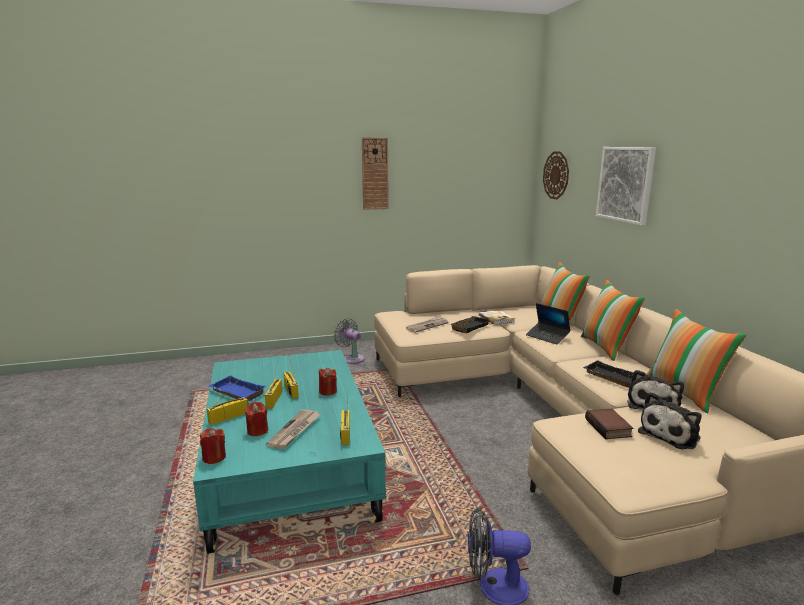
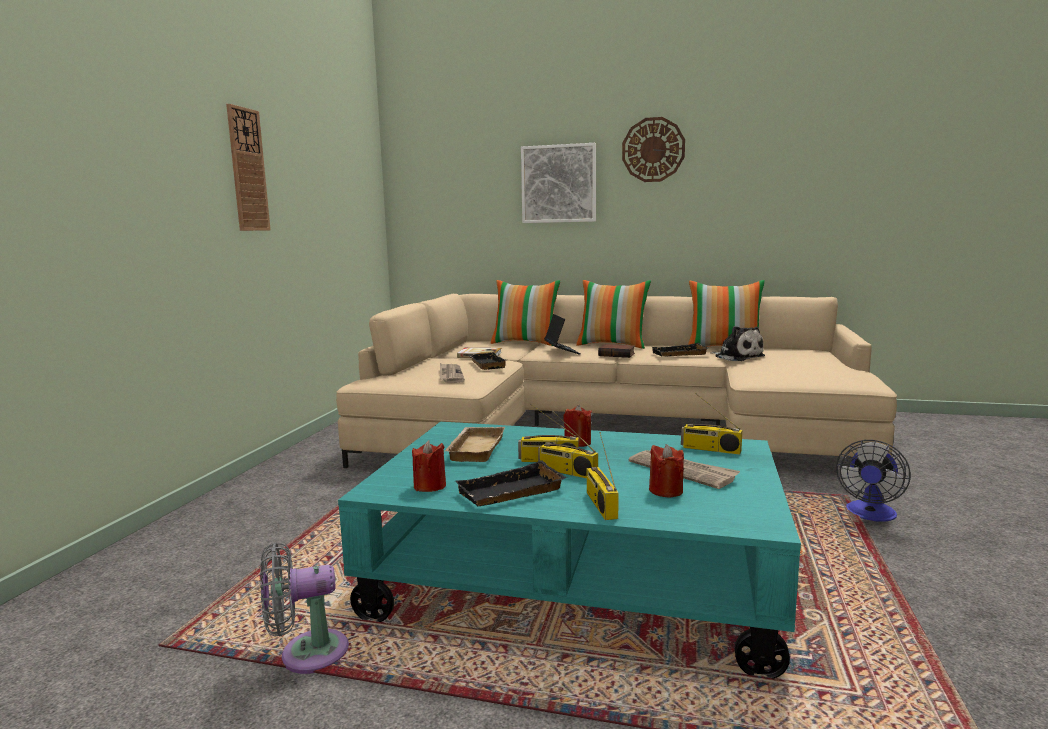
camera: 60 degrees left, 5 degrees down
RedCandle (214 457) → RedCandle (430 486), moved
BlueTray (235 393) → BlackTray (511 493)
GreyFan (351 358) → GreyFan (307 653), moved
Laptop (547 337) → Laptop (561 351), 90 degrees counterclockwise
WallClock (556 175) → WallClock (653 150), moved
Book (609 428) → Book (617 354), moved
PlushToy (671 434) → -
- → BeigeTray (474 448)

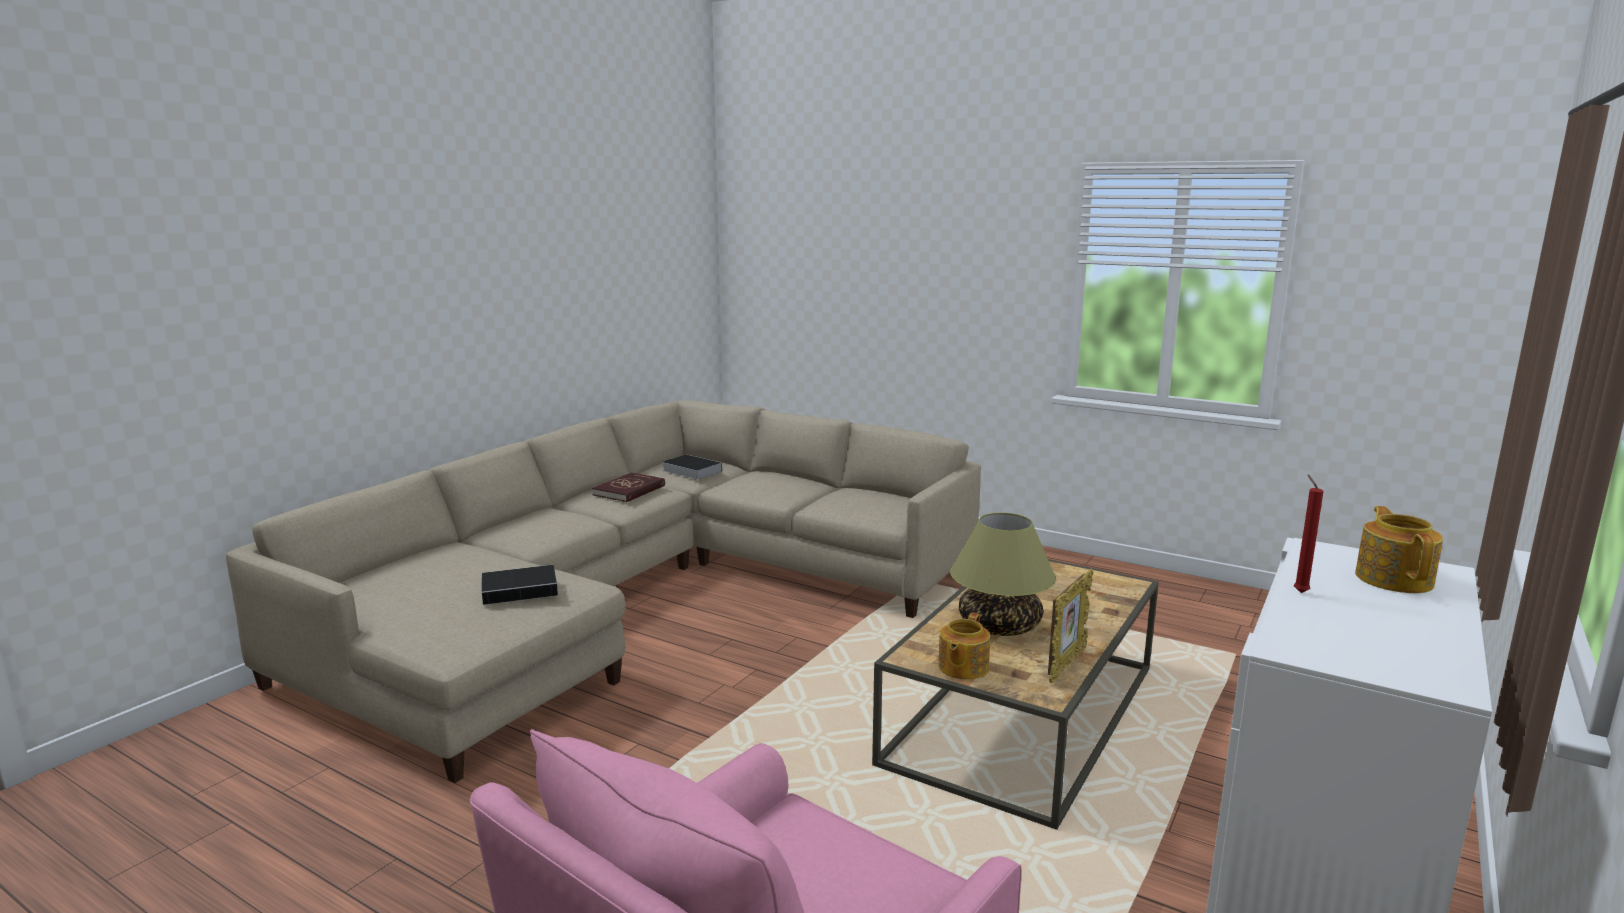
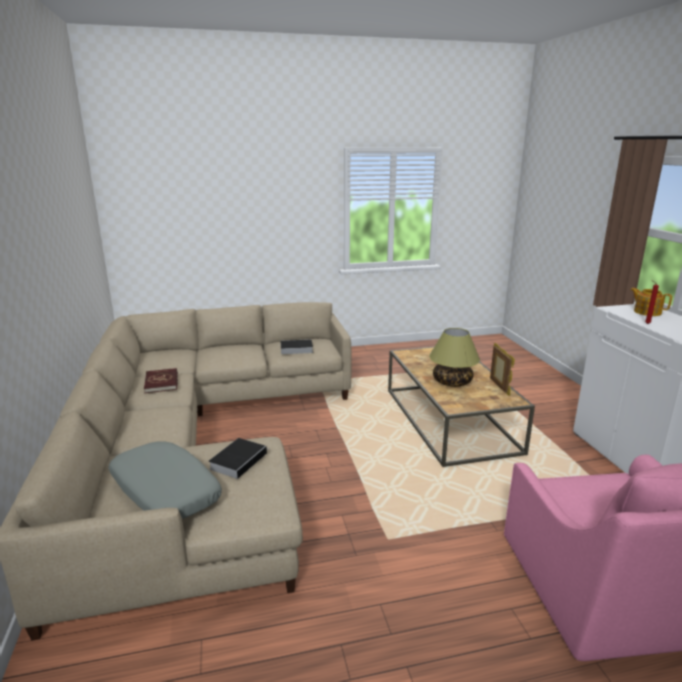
camera: 45 degrees left, 5 degrees up
Book (690 470) → Book (295 349), moved
Teapot (962 667) → -
- → GreyPillow (164 491)

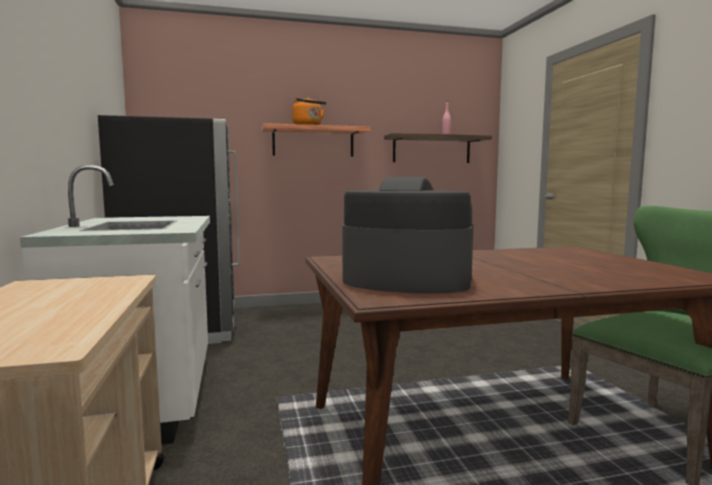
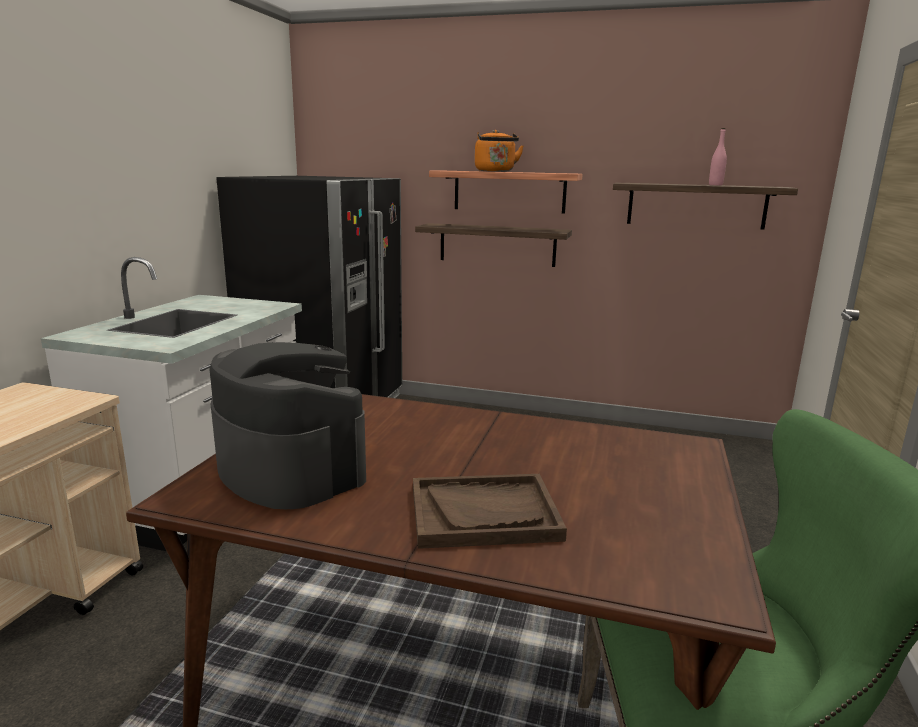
camera: 30 degrees right, 10 degrees up
- → BrownTray (484 513)
- → Shelf (497 244)

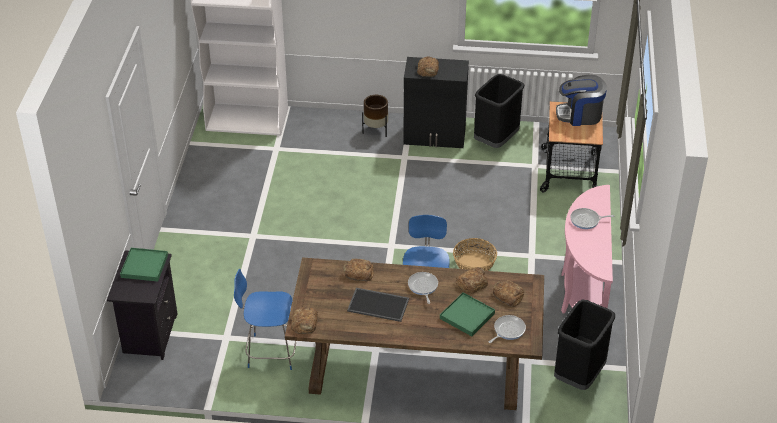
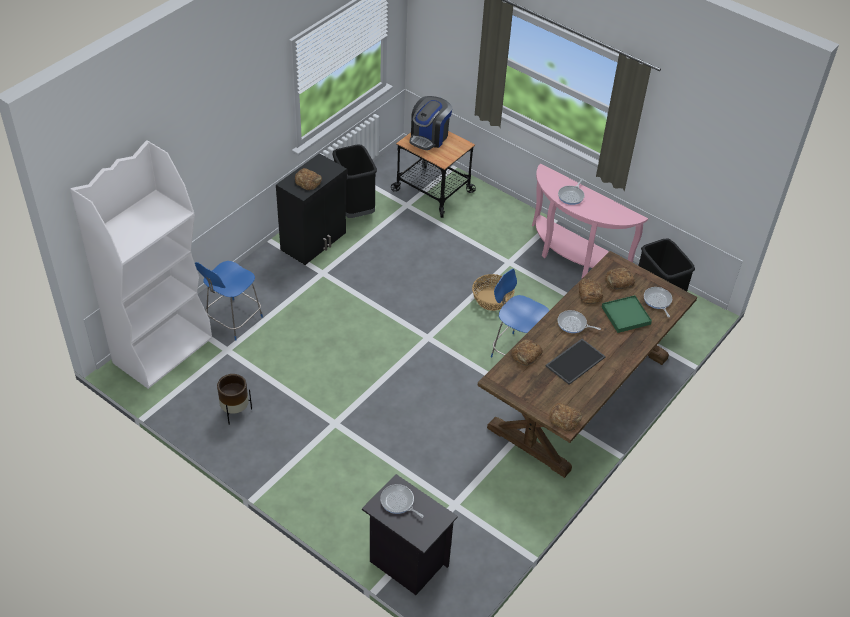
camera: 60 degrees left, 5 degrees up
GreenTray (144 266) → FryingPan (398 502)
BlueChair (270 352) → BlueChair (232 320), moved
BrownPlanter (376 130) → BrownPlanter (235 411), moved

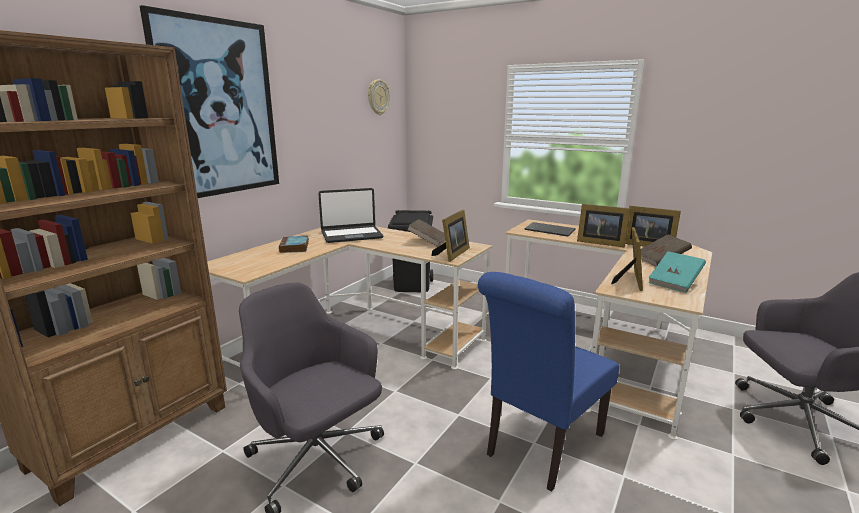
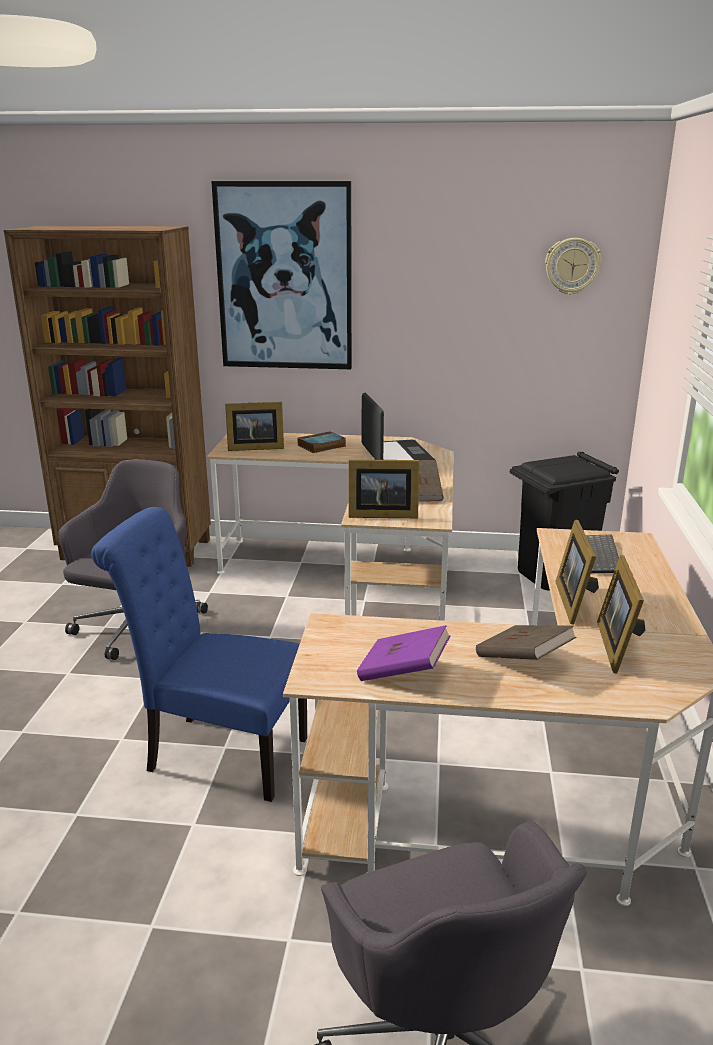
camera: 65 degrees right, 5 degrees up
Laptop (351 235) → Laptop (396 455), 150 degrees counterclockwise
PictureFrame (630 280) → PictureFrame (254 447), moved
TurquoiseBook (675 283) → PurpleBook (403 672)

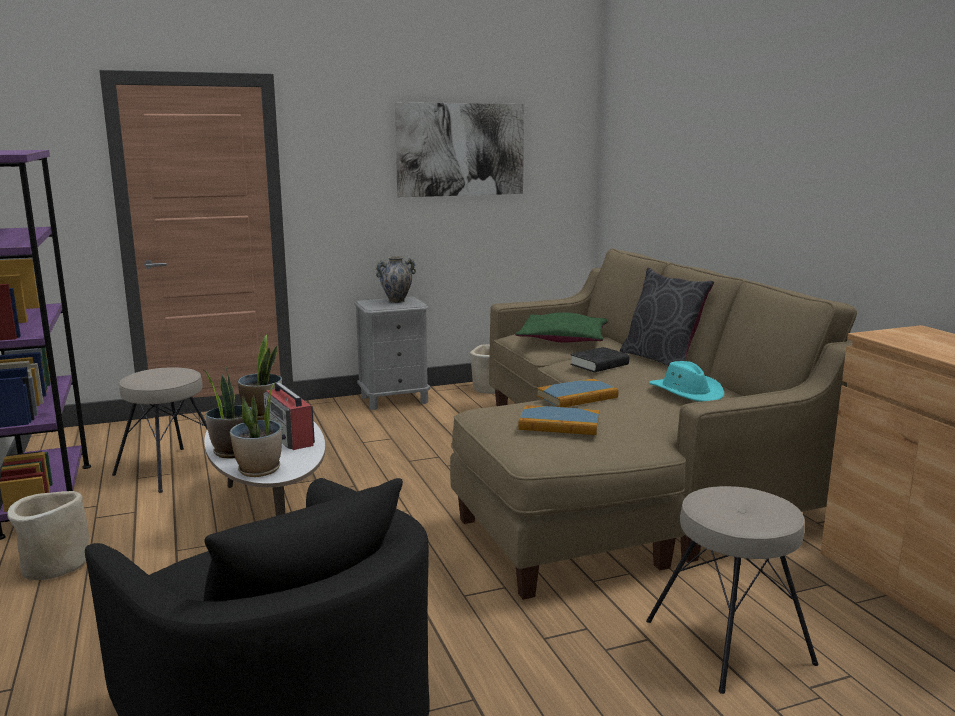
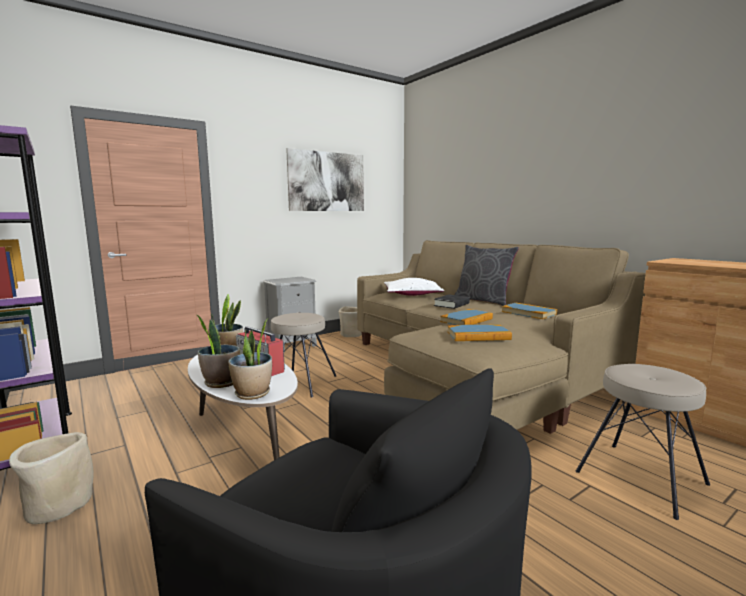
camera: 15 degrees left, 5 degrees down
BeigeStool (170 469) → BeigeStool (300 383), moved
Vase (396 301) → -
GreenPillow (563 339) → WhitePillow (412 294)
TurquoiseHat (686 392) → Book (528 313)

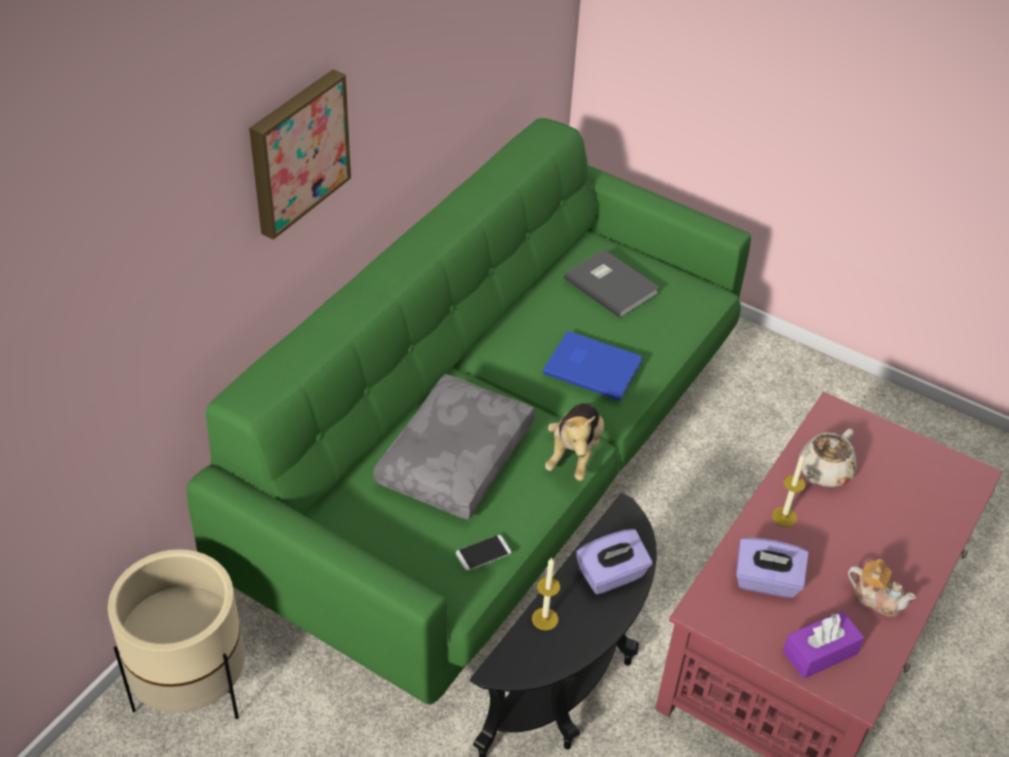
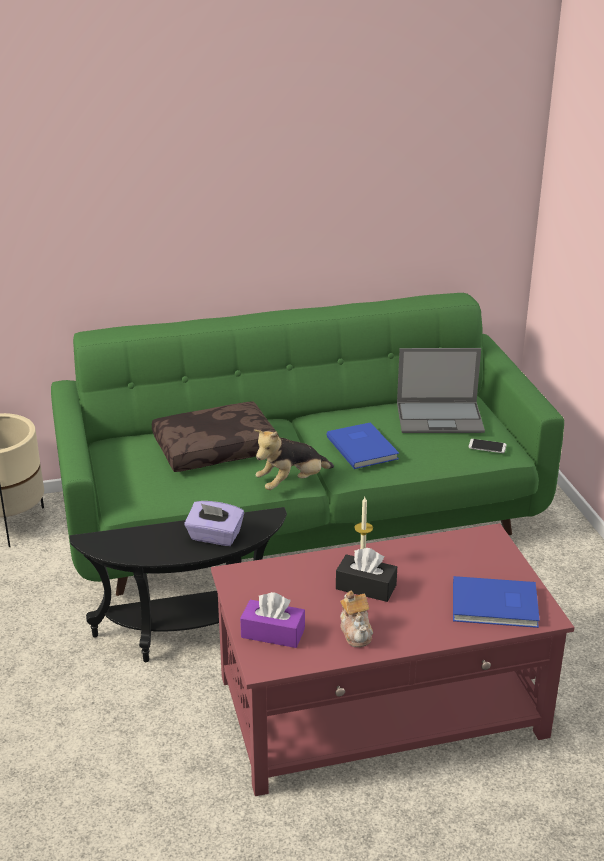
camera: 45 degrees right, 15 degrees down
Picture (296 151) → -
GreyPillow (454 456) → BrownPillow (216 448)
Phone (483 553) → Phone (487 446), moved
Candle (545 619) → -
GreyBook (611 284) → Laptop (440 417)
PurpleTissueBox (766 581) → -
BeigeTeapot (823 472) → -
- → BlackTissueBox (366 587)
- → BlueBook (496 606)

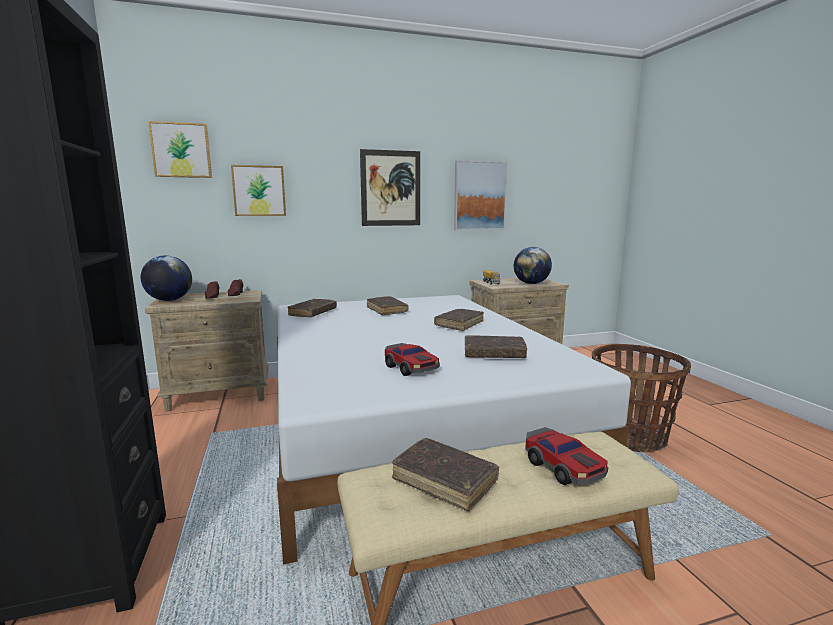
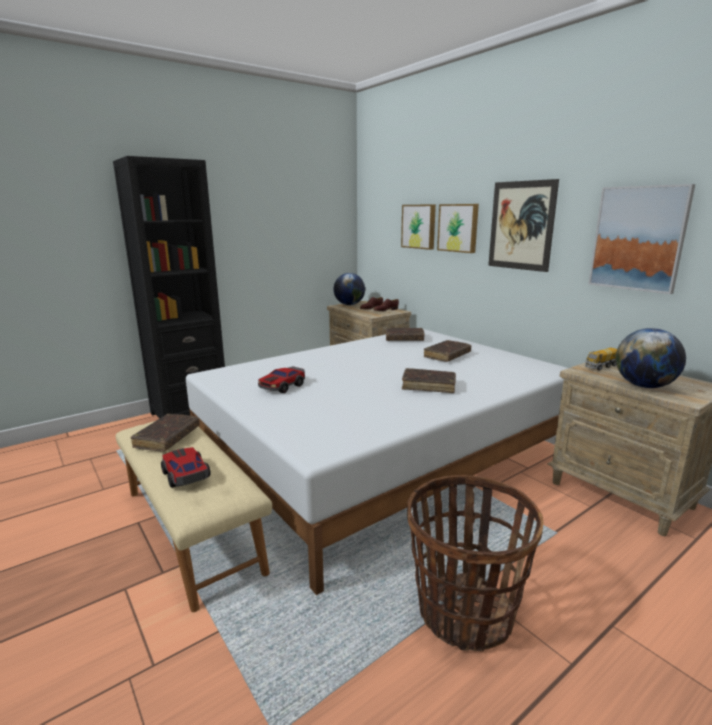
camera: 70 degrees right, 5 degrees up
Picture (181 150) → Picture (458 228), moved
BrownBook (494 354) → -
ToyCar (563 467) → ToyCar (186 475), 105 degrees clockwise

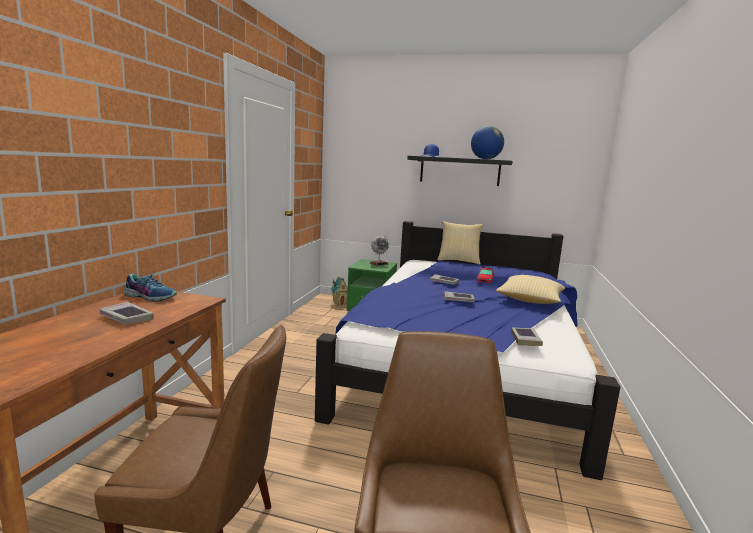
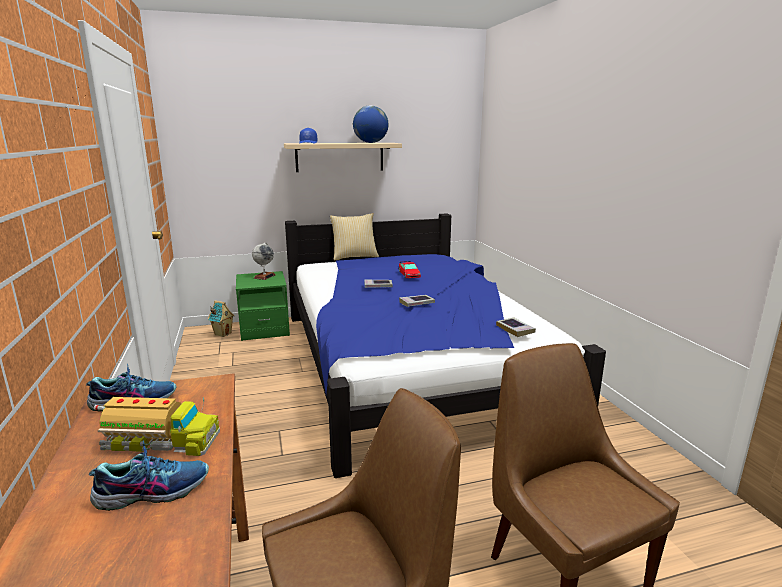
camera: 30 degrees left, 5 degrees up
Book (126 317) → ToyTruck (160 441)
BlackShelf (459 171) → BeigeShelf (340 157)
Pillow (529 301) → -
- → Shoe (153 491)

